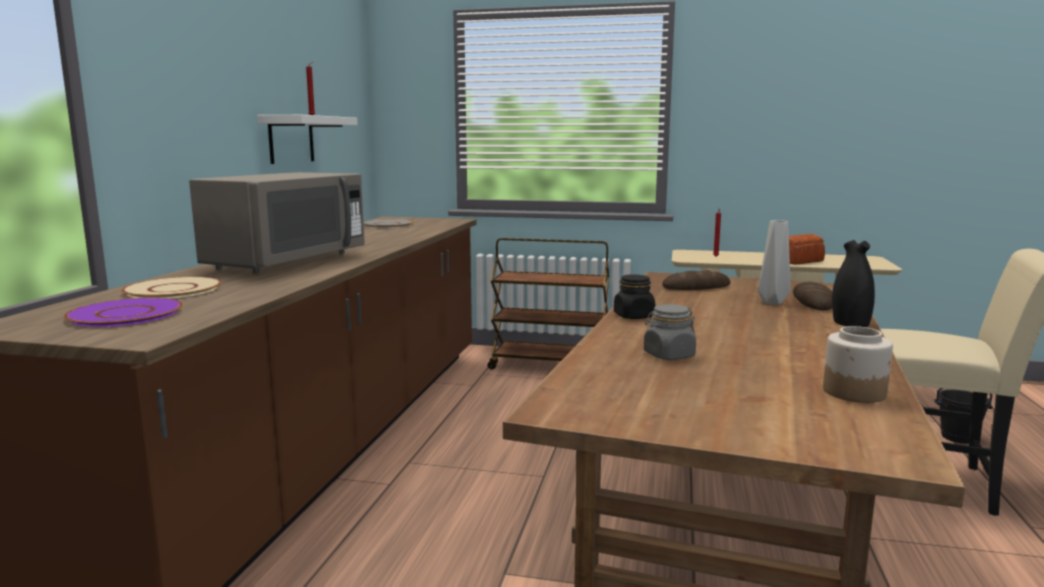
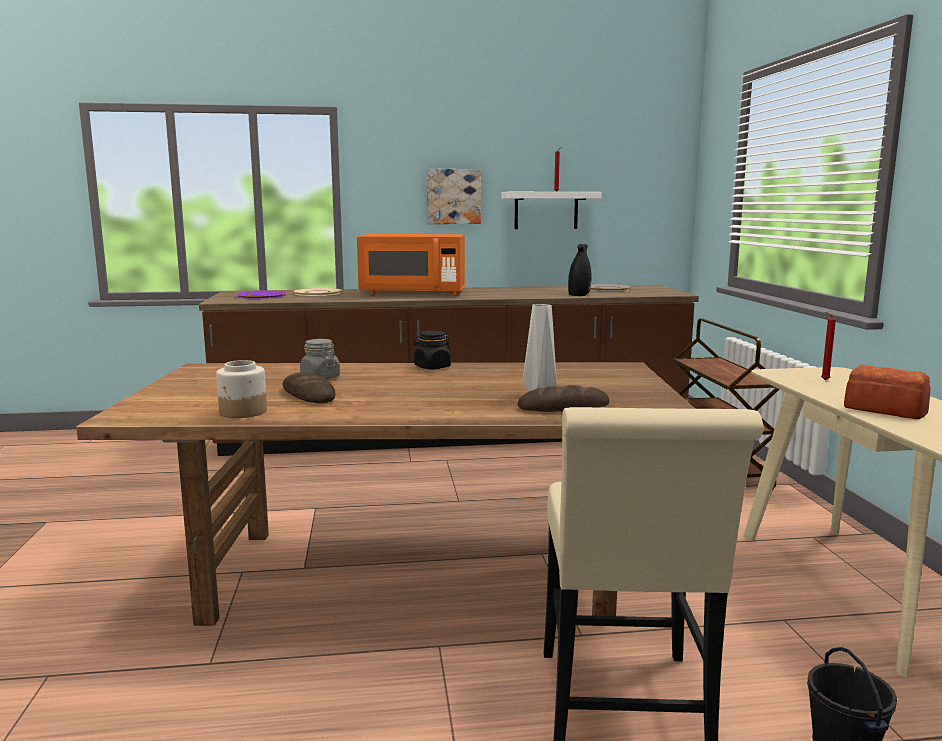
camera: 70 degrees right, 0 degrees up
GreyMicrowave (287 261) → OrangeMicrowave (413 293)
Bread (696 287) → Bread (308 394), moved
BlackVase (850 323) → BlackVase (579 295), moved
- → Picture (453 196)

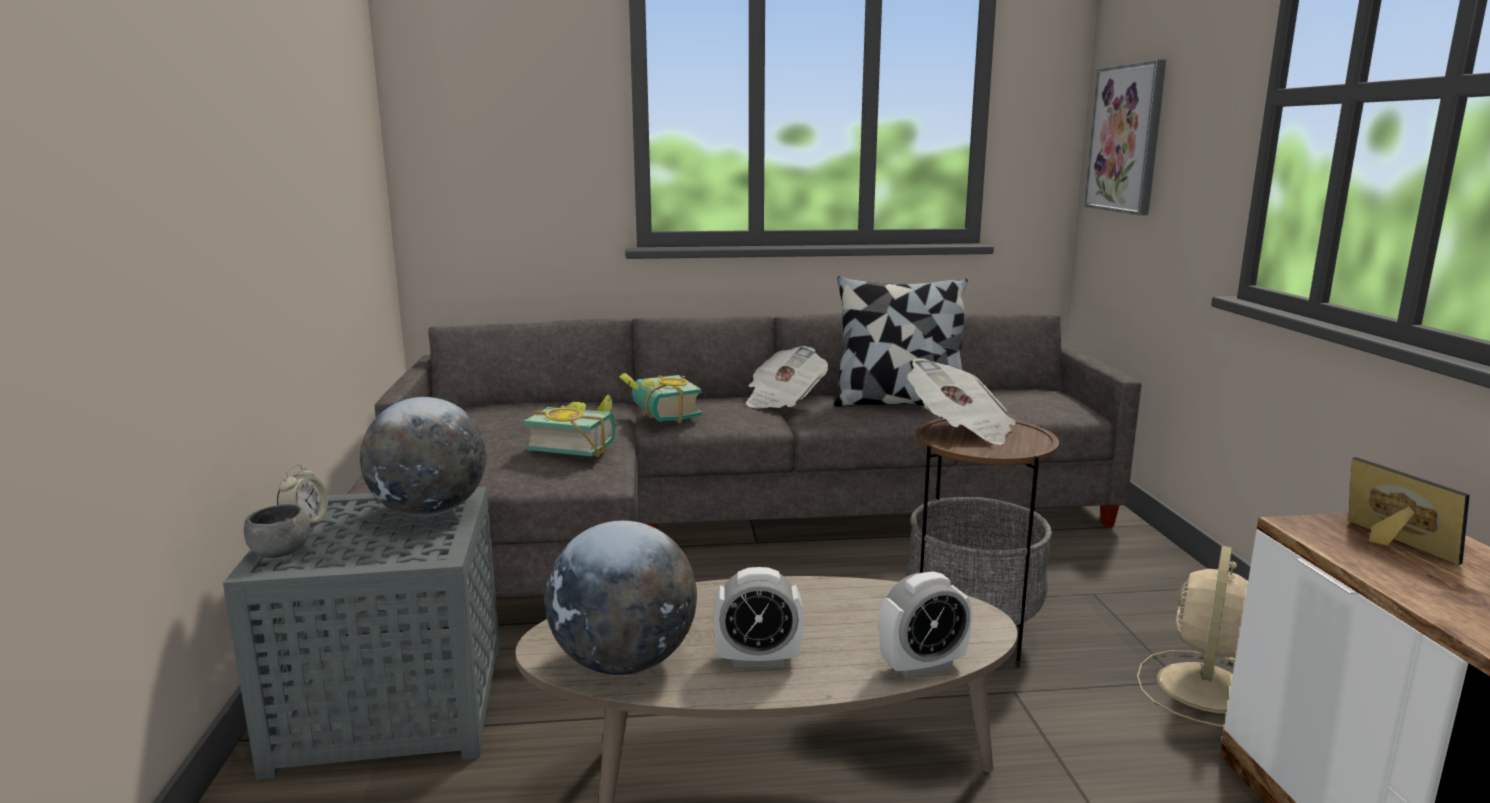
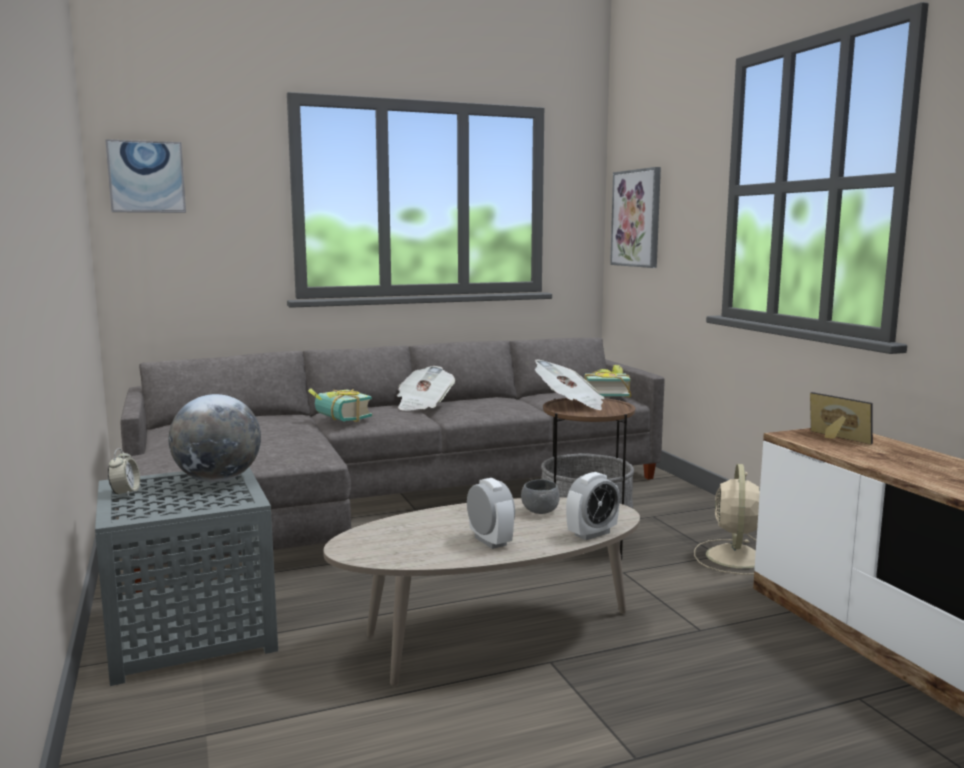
camera: 15 degrees left, 5 degrees down
GreyBowl (280 552) → GreyBowl (540 511), moved
Book (576 446) → Book (605 395), moved
Globe (624 663) → -
AlarmClock (758 660) → AlarmClock (490 541), 105 degrees counterclockwise
Pillow (898 402) → -
- → Picture (146 177)

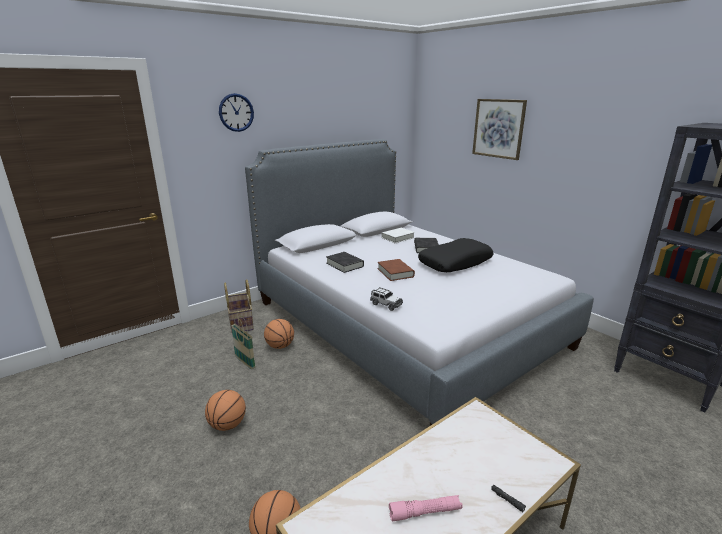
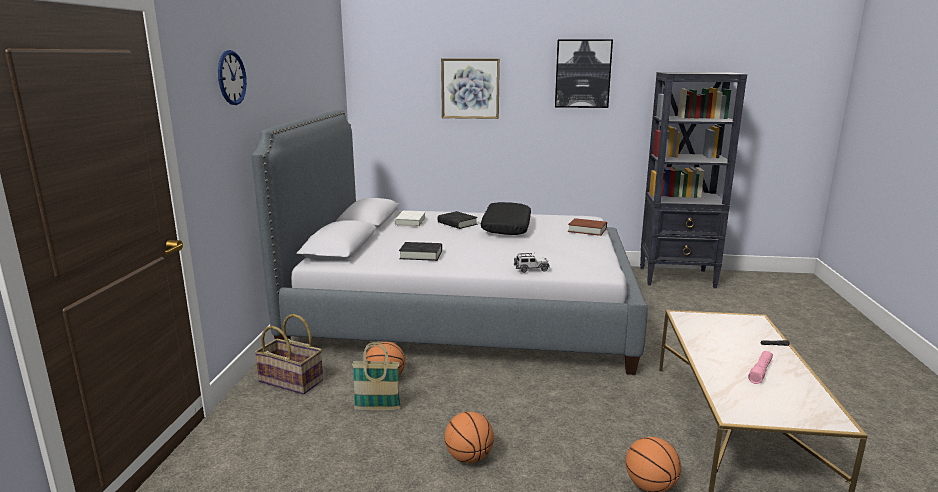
camera: 45 degrees left, 5 degrees down
BrownBook (395 273) → BrownBook (587 230), moved
- → Picture (583 74)

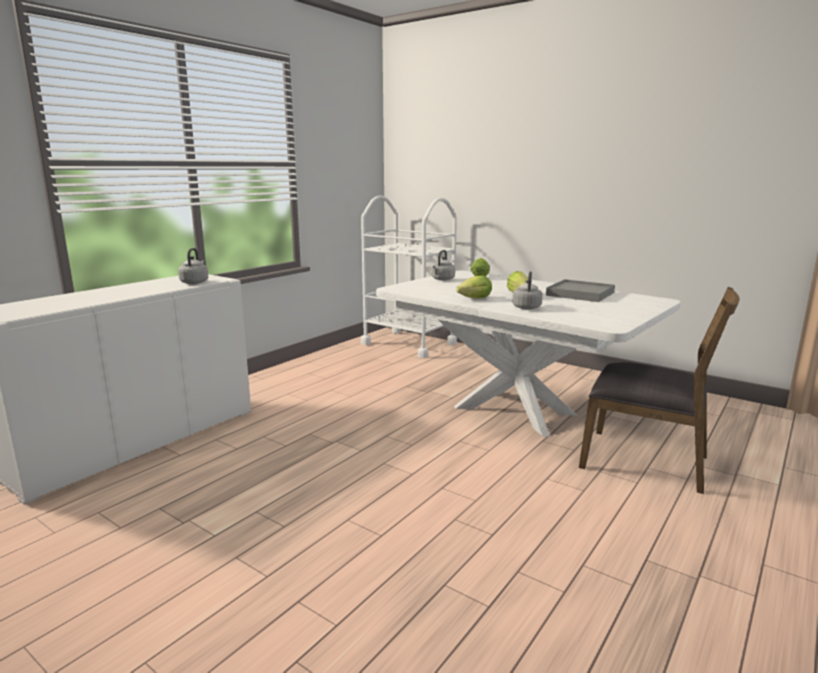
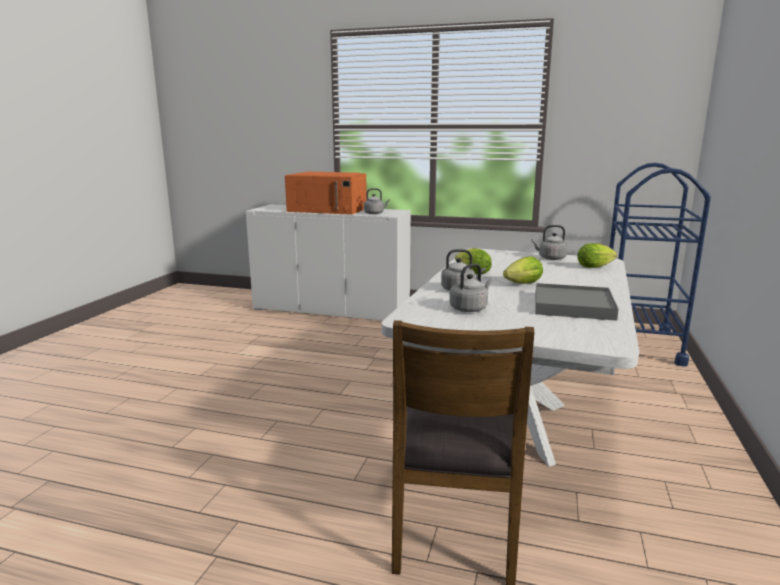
camera: 70 degrees right, 0 degrees up
WhiteCart (408 344) → BlueCart (638 344)
- → OrangeMicrowave (328 210)
- → GreyKettle (469 308)

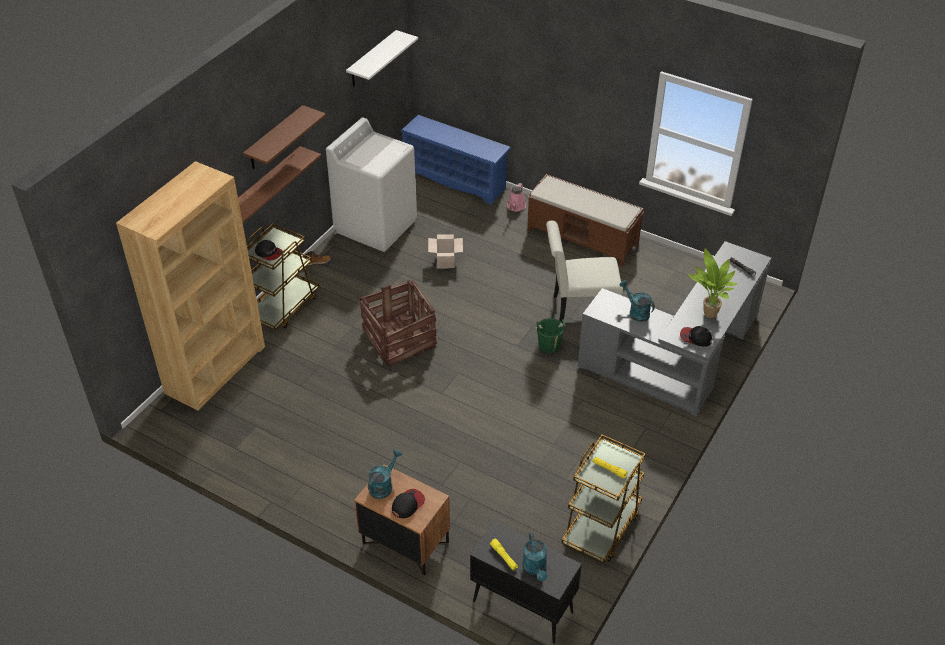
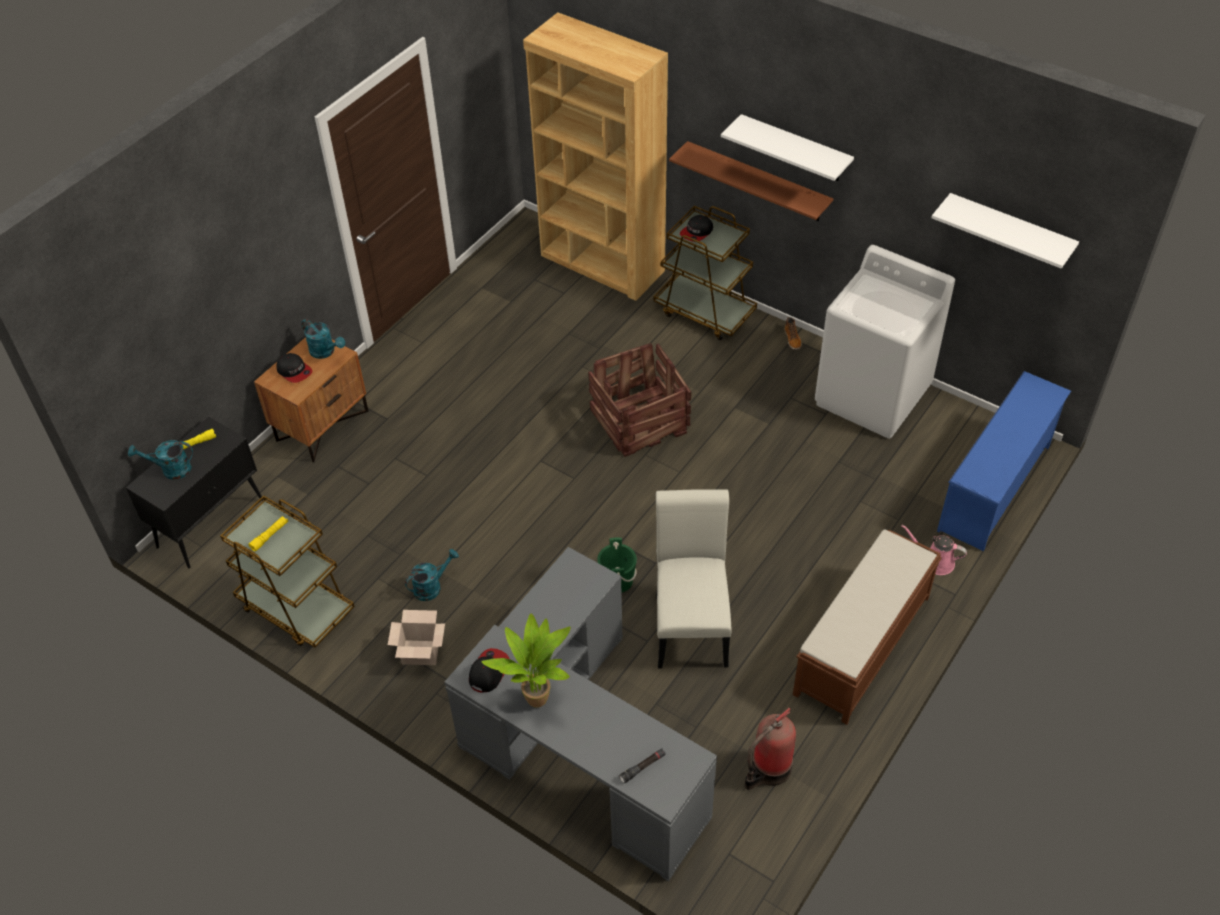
camera: 95 degrees right, 5 degrees up
BrownShelf (274 139) → WhiteShelf (795 149)
CardboardBox (446 261) → CardboardBox (419 653), moved
TurquoiseWateringCan (636 312) → TurquoiseWateringCan (432 586), moved
- → FireExtinguisher (768 770)

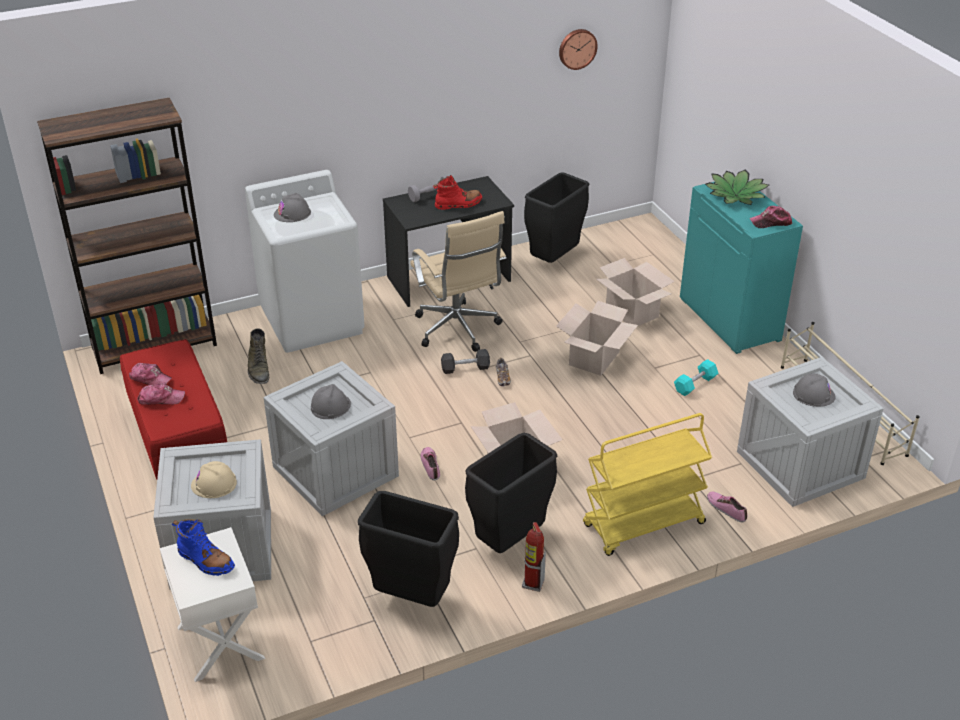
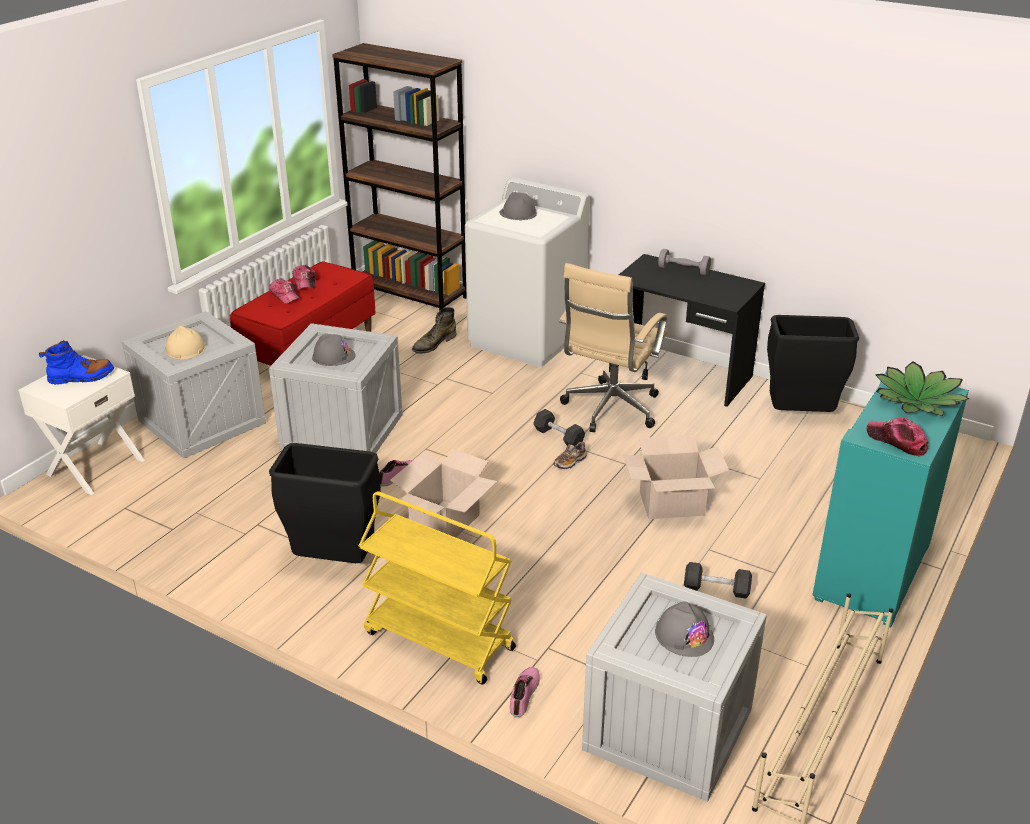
camera: 55 degrees right, 5 degrees down
BlueBoot (205 560) → BlueBoot (81 377), 105 degrees counterclockwise
BlackTrashCan (411 599) → -
RedBoot (458 204) → -
FireExtinguisher (533 584) → -
WallClock (577 48) → -
CardboardBox (631 312) → -
TurquoiseDumbbell (695 384) → BlackDumbbell (716 589)

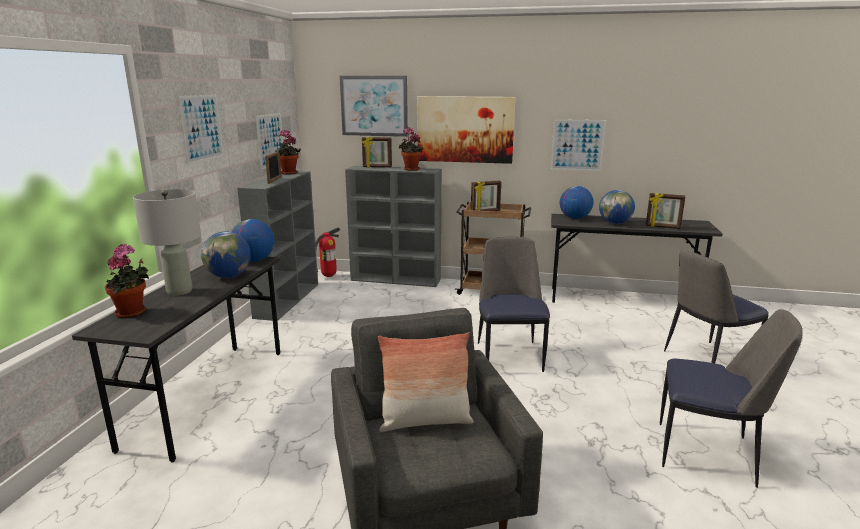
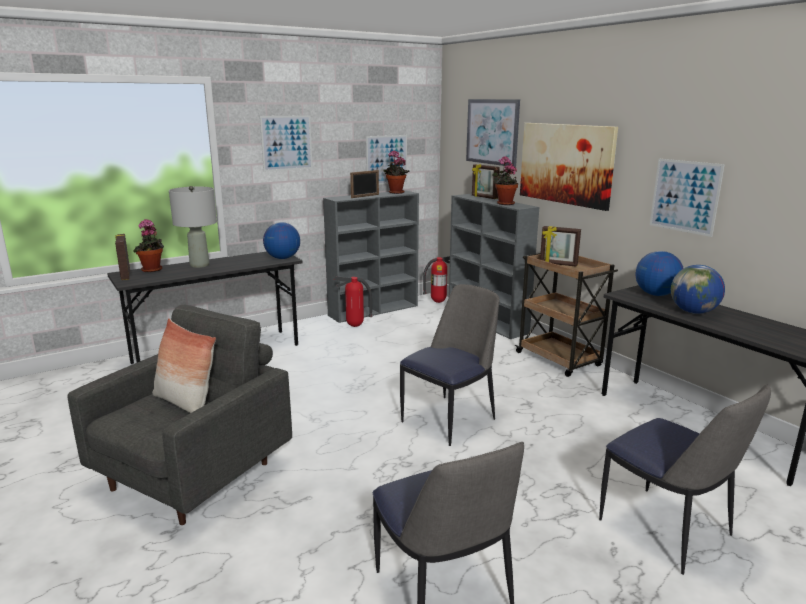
camera: 45 degrees right, 0 degrees up
Globe (229 276) → -
PictureFrame (662 227) → PictureFrame (125 275), moved
Chair (706 359) → Chair (667 530), 150 degrees counterclockwise
- → FireExtinguisher (355 326)

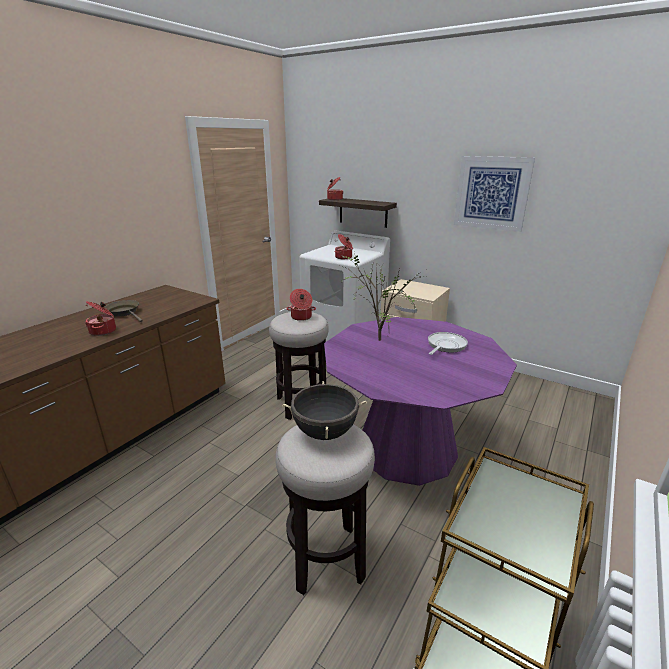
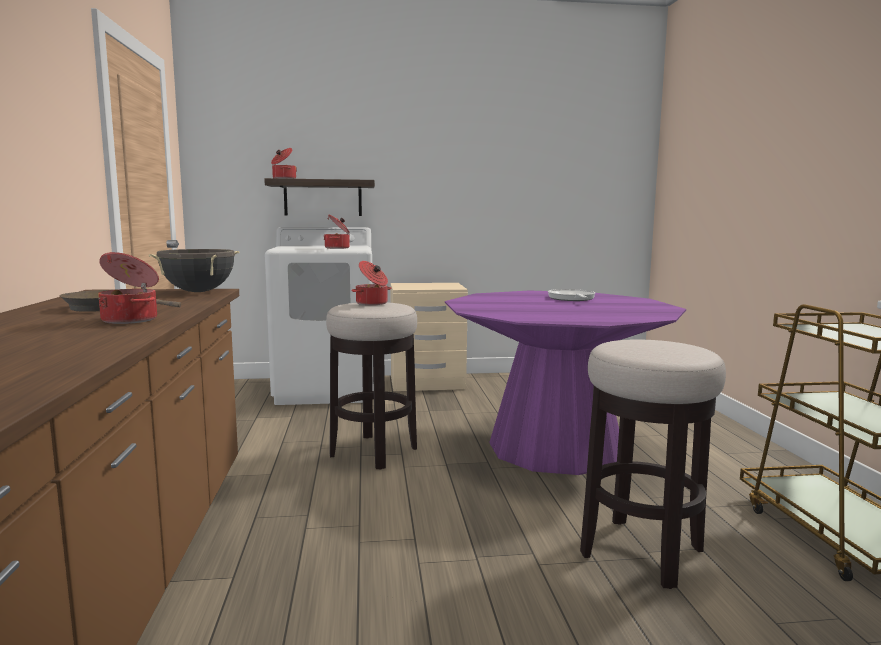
camera: 40 degrees left, 15 degrees down
BlackCookingPot (325 432) → BlackCookingPot (198 292), moved
PottedPlant (376 340) → -
Picture (492 193) → -

